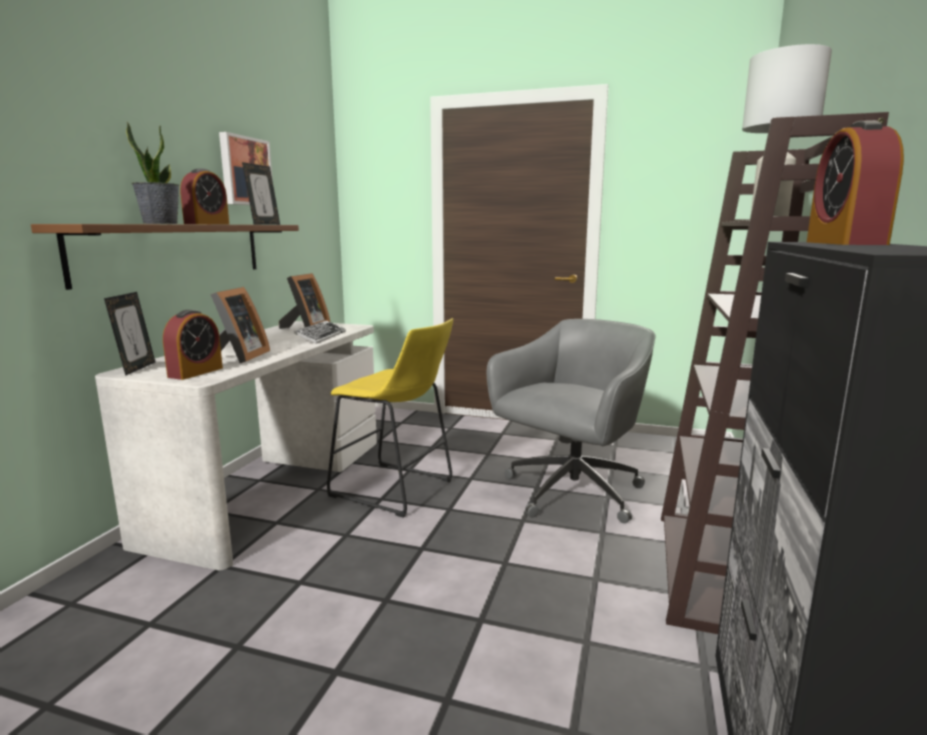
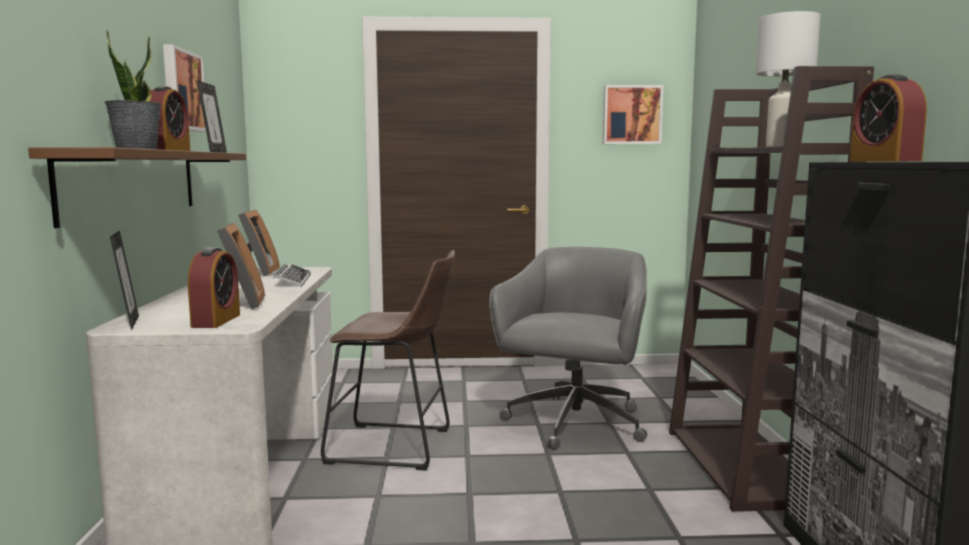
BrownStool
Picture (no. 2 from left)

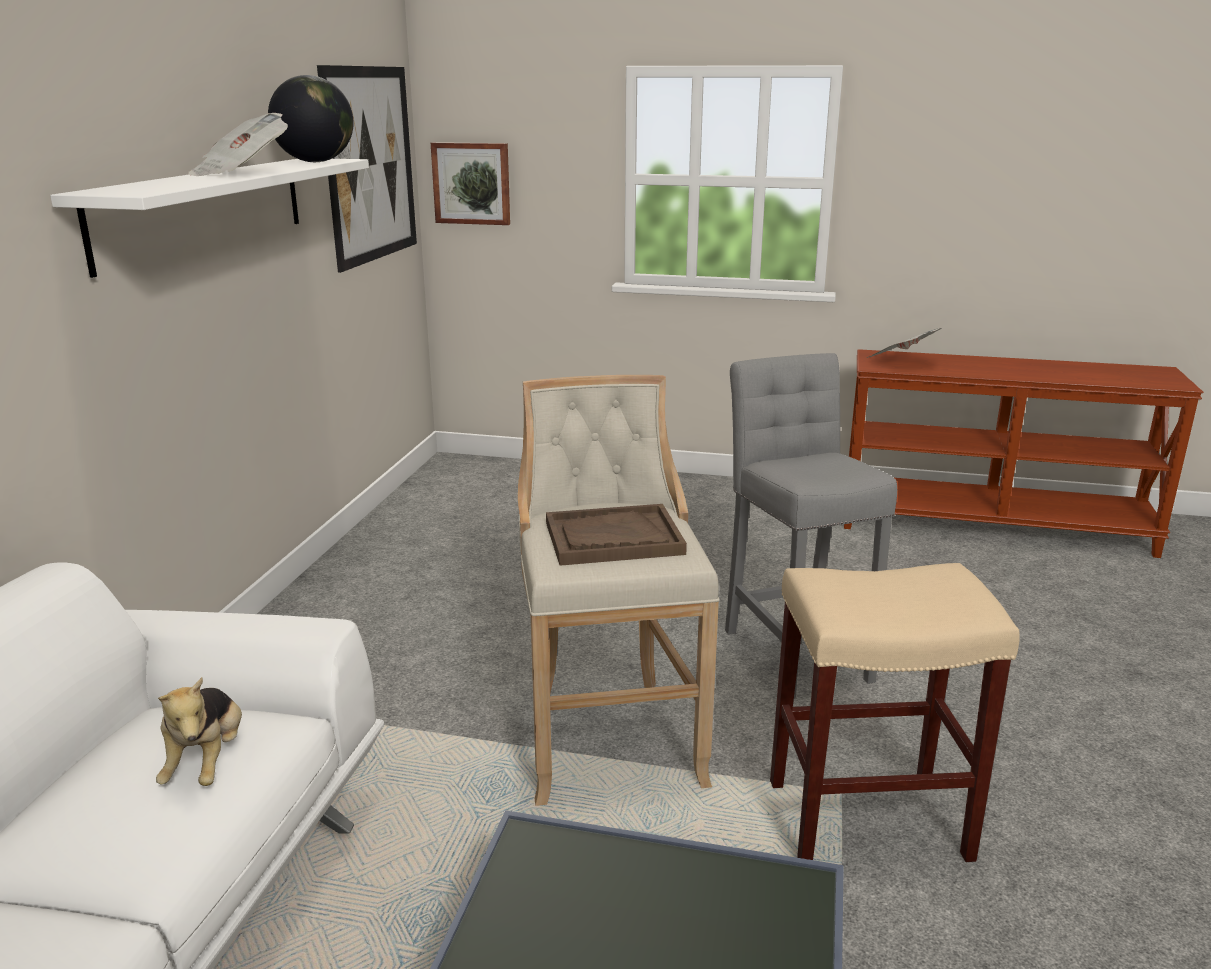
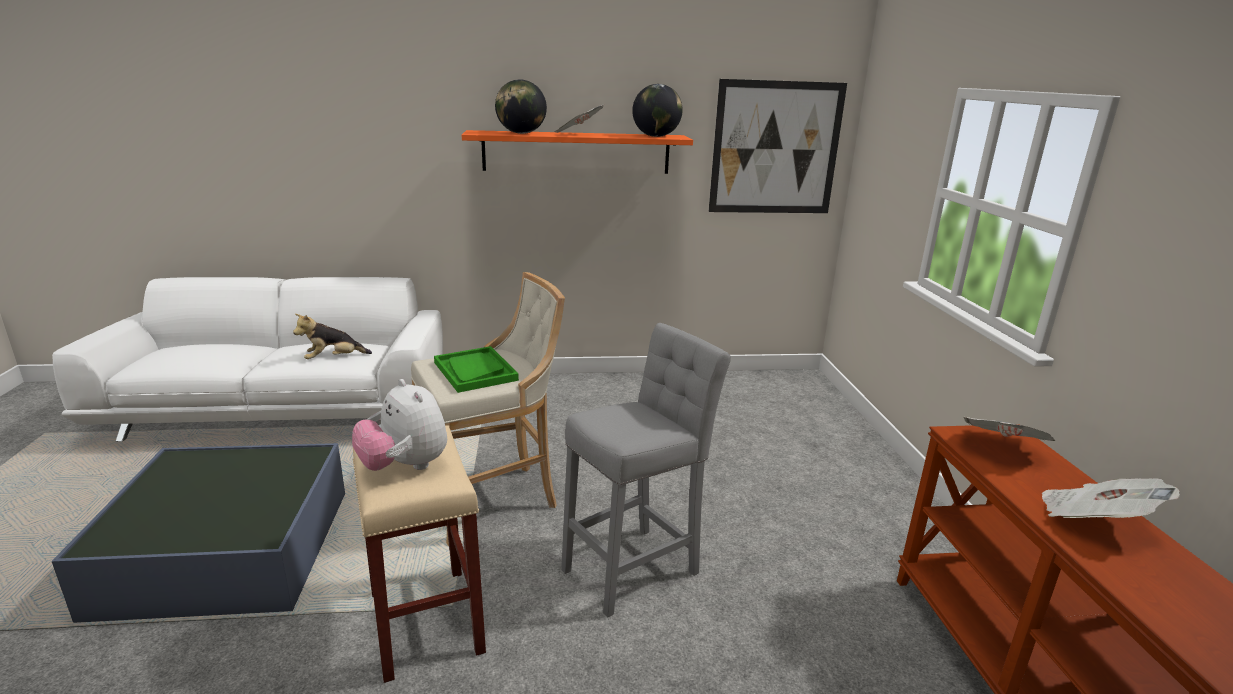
OrangeShelf
Picture (no. 2 from left in the first image)
GreenTray
PlushToy (no. 2 from left)
Globe (no. 1 from left)
Newspaper (no. 3 from left)

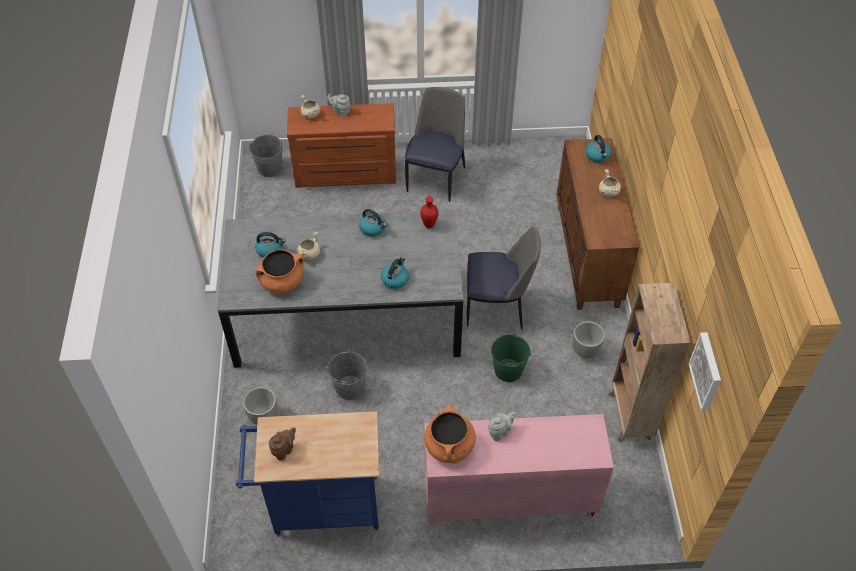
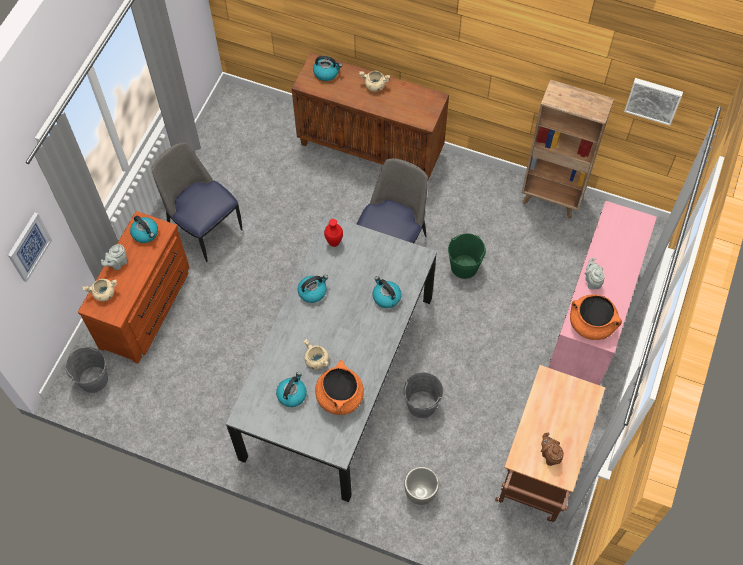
BrownCart
Planter (no. 2 from left in the first image)
Picture (no. 1 from left)
Kettle (no. 1 from left)

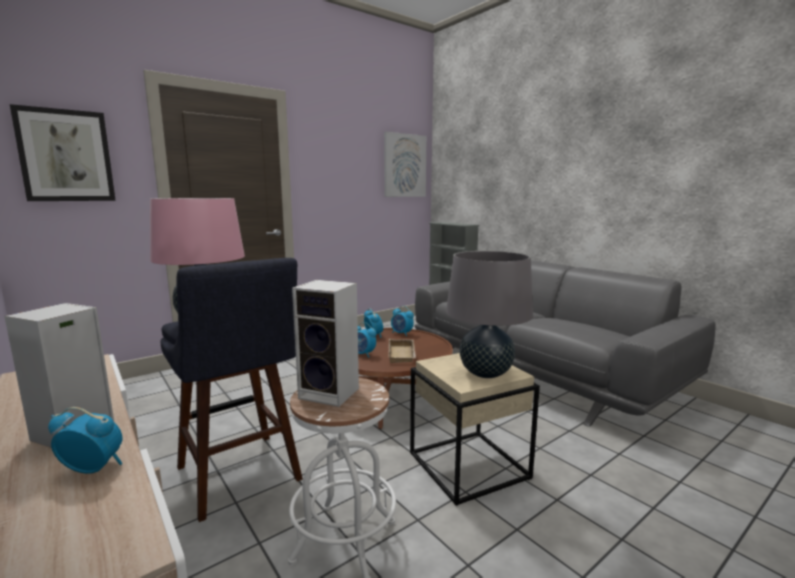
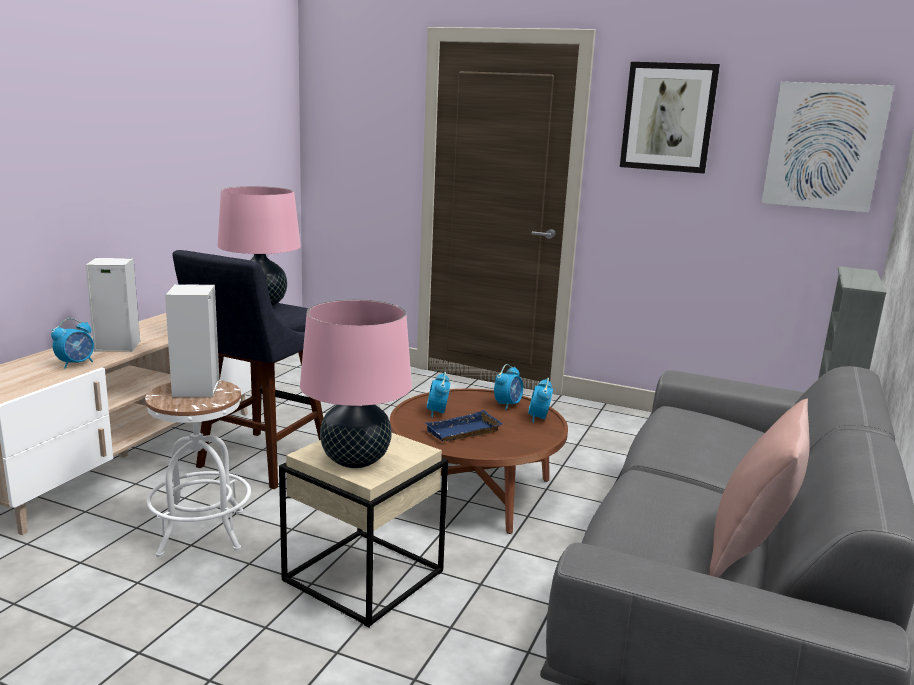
Picture (no. 1 from left)
AlarmClock (no. 1 from left)
BlueTray
PinkTableLamp (no. 2 from left)
PinkPillow

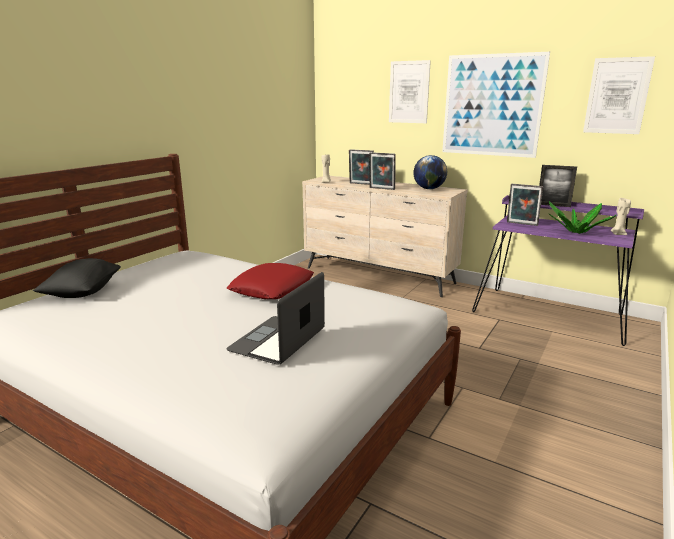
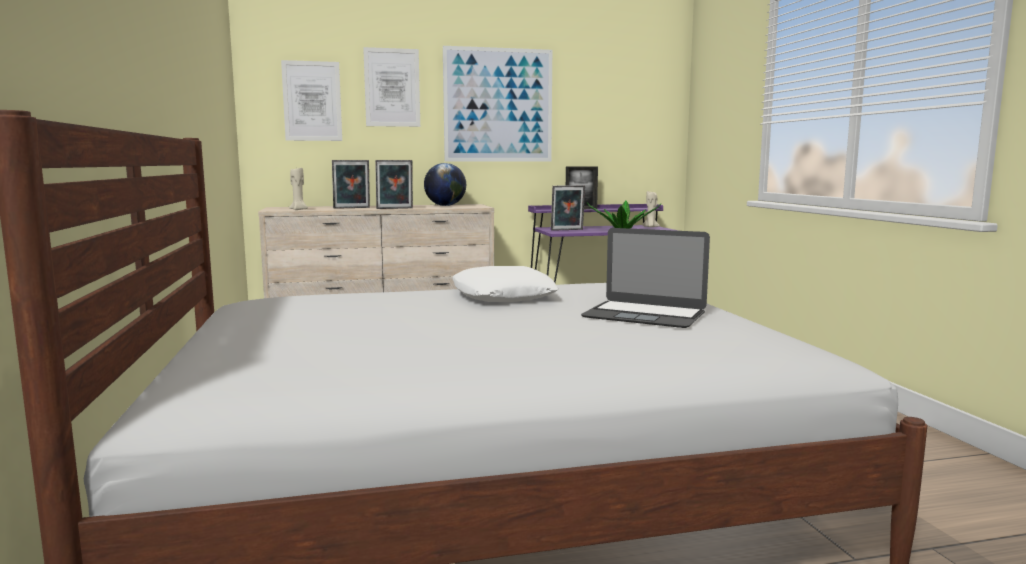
BlackPillow
Laptop
WhitePillow
Picture (no. 1 from left)

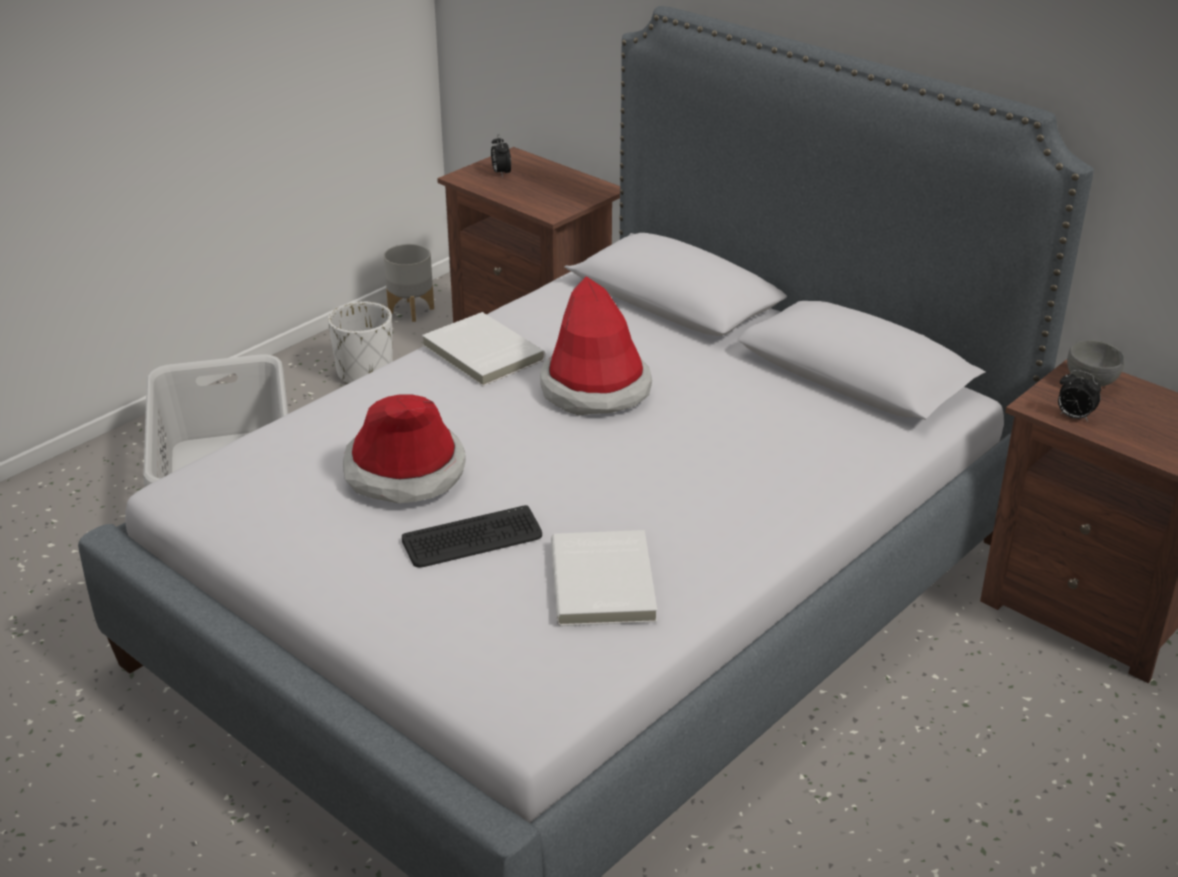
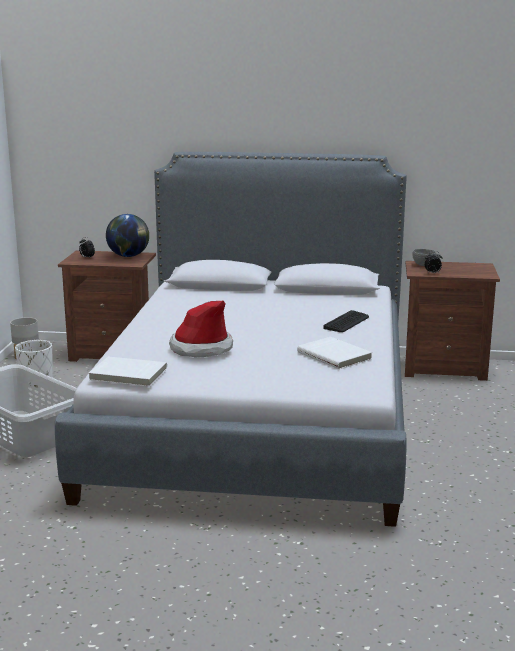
Keyboard
WhiteBook (no. 1 from left)
Hat (no. 2 from left in the first image)
Globe

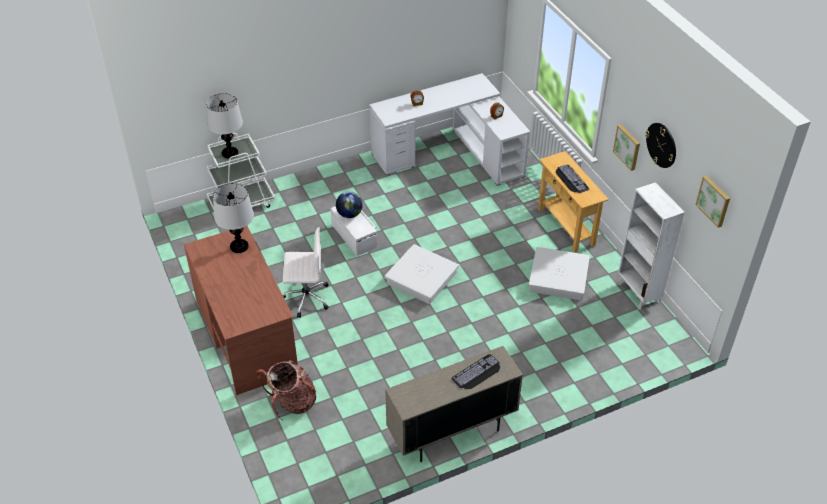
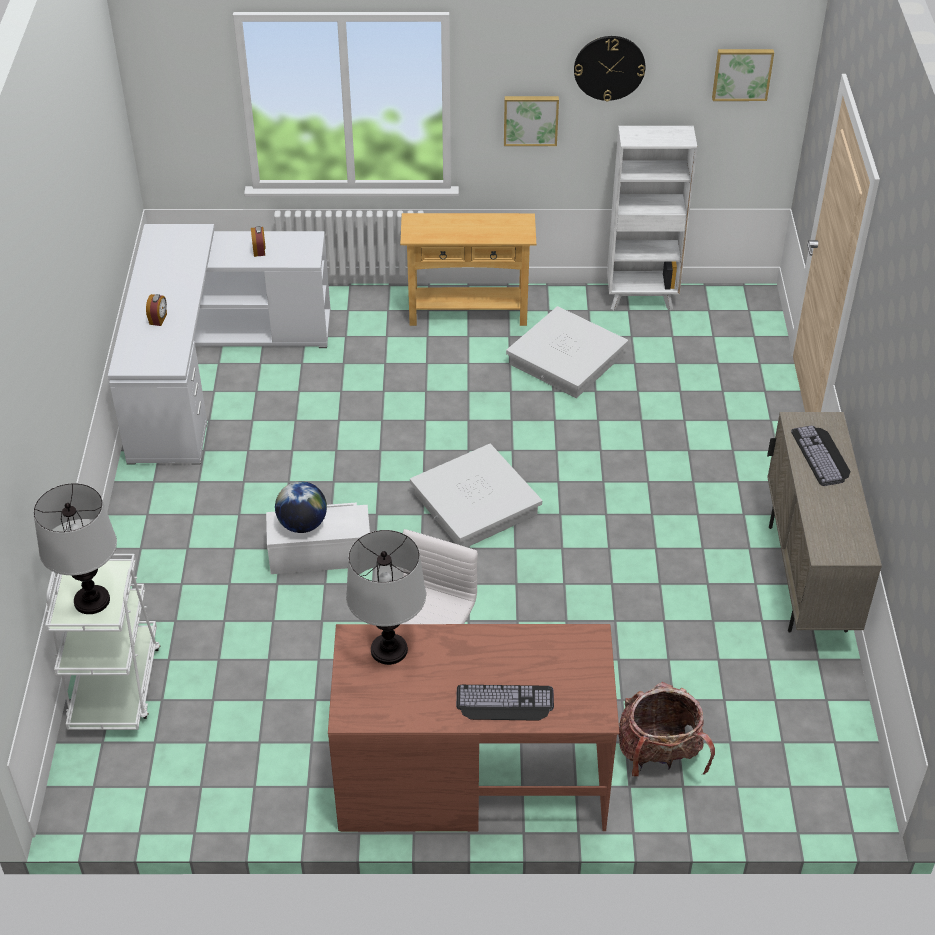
Keyboard (no. 1 from left)

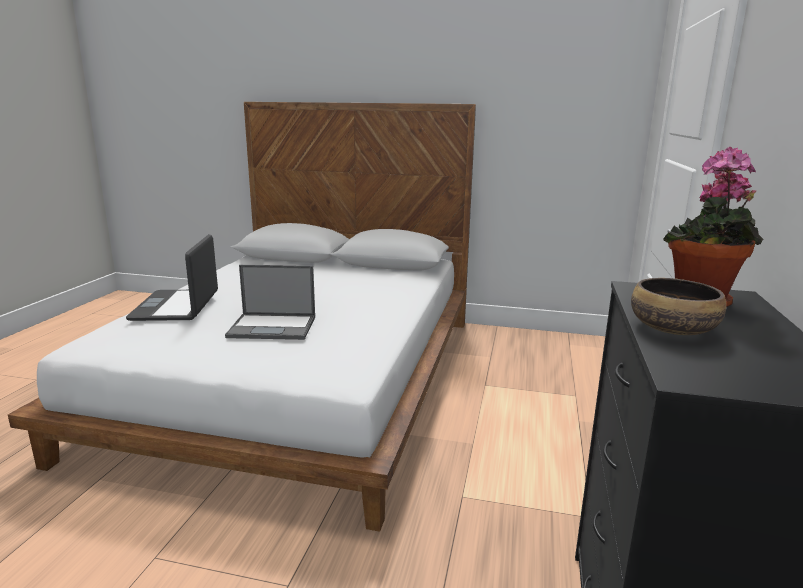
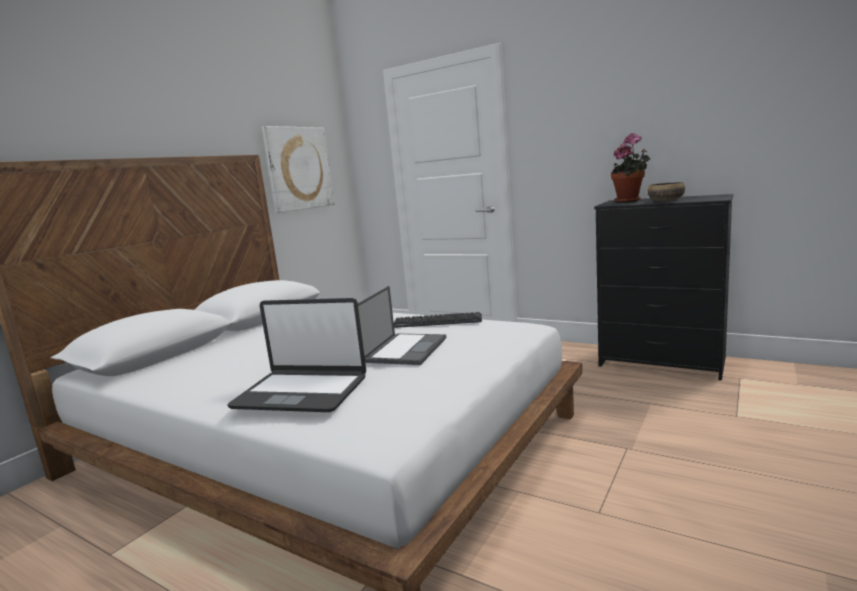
Picture
Keyboard

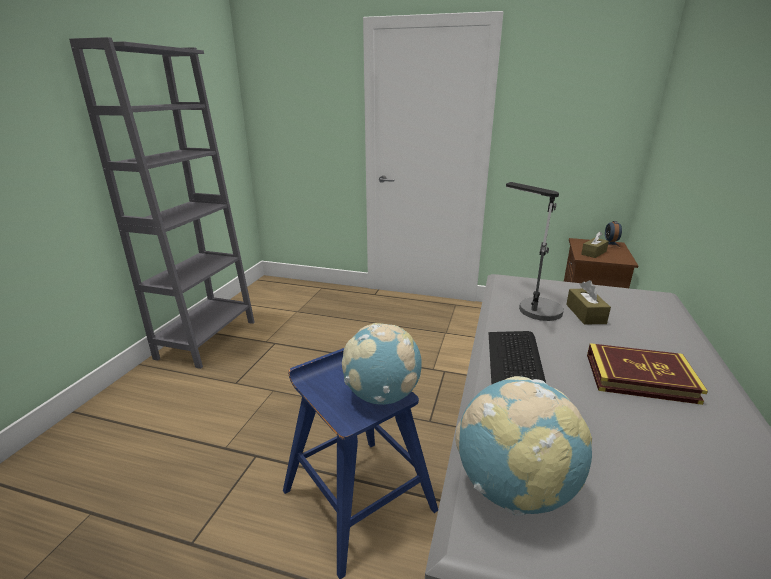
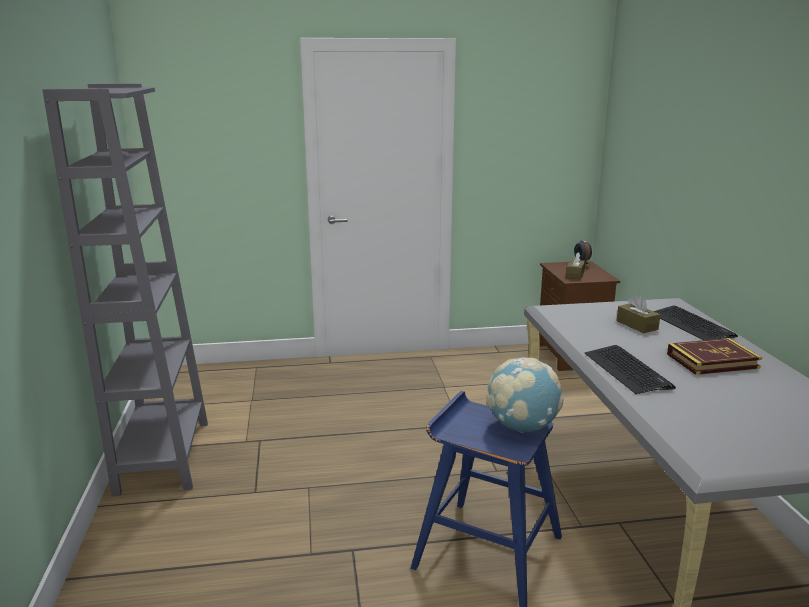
Globe (no. 2 from left in the first image)
TableLamp
Keyboard (no. 2 from left)

